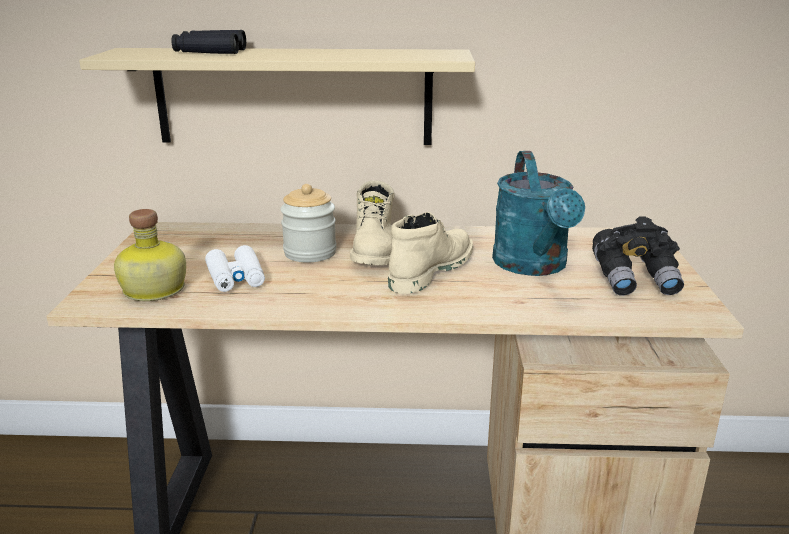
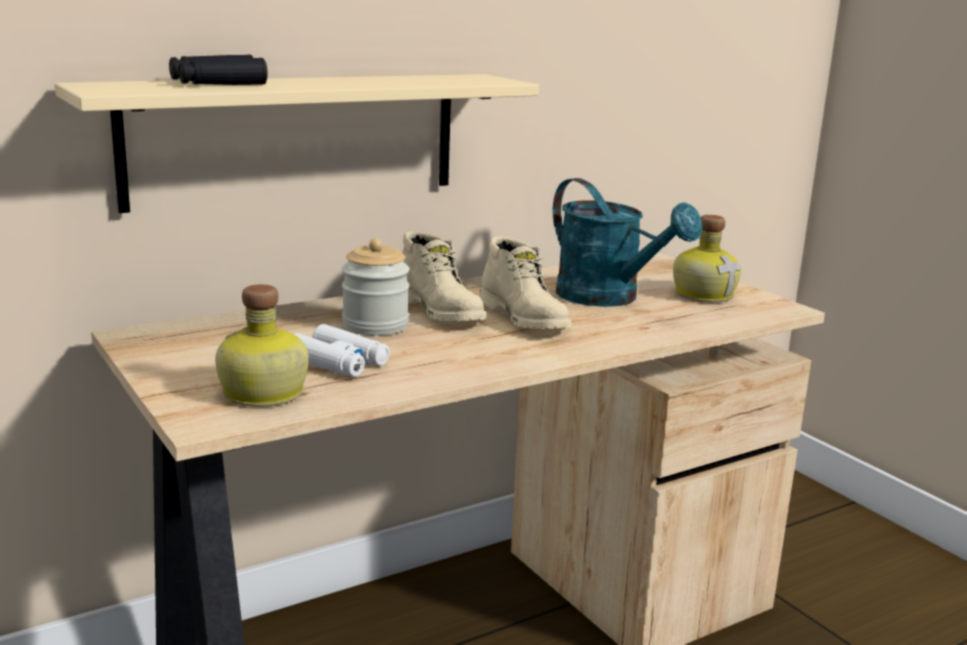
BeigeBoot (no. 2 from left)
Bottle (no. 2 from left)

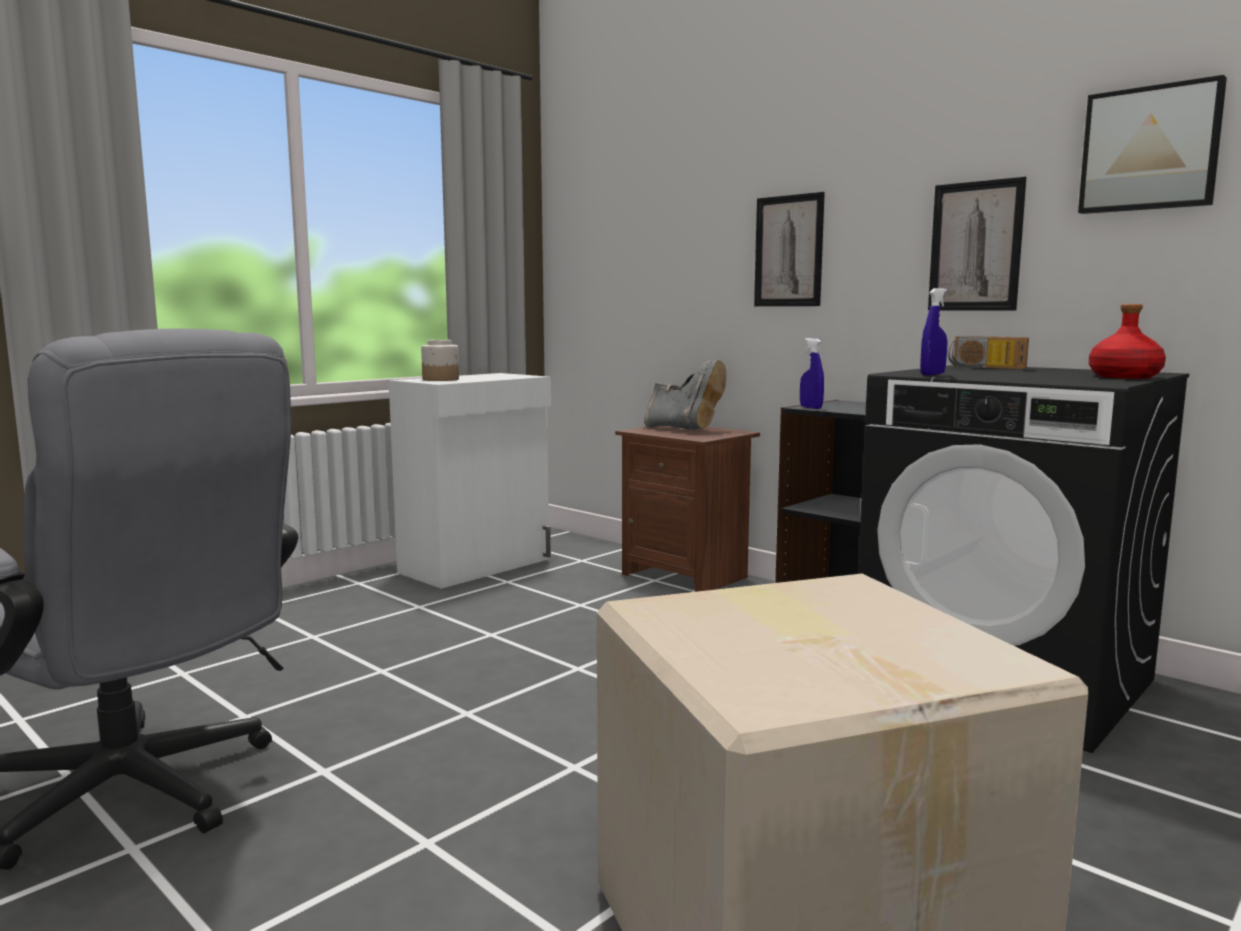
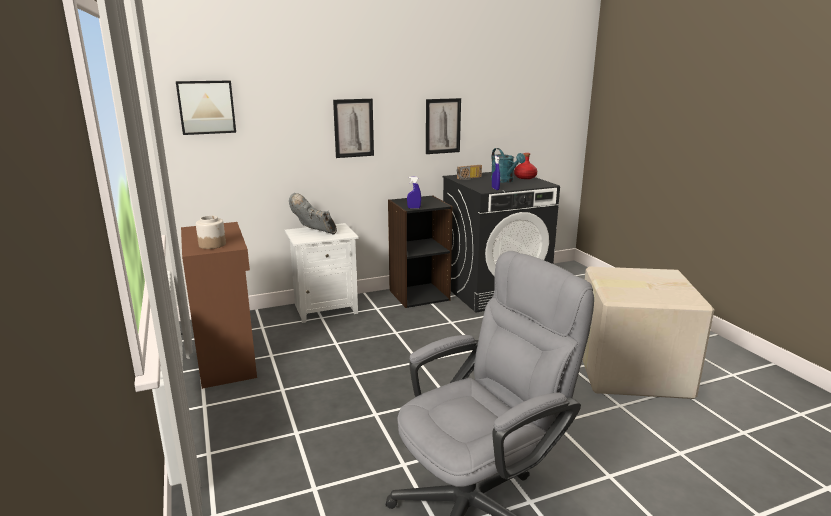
BrownCabinet
WhiteNightstand
GreyBoot
Picture (no. 1 from left)
TurquoiseWateringCan

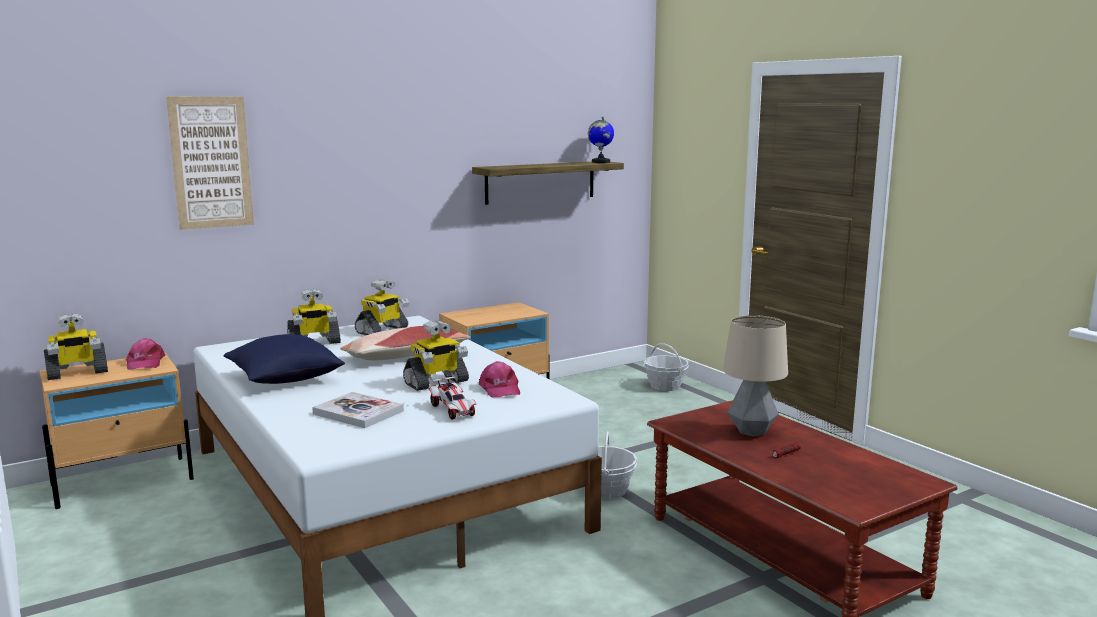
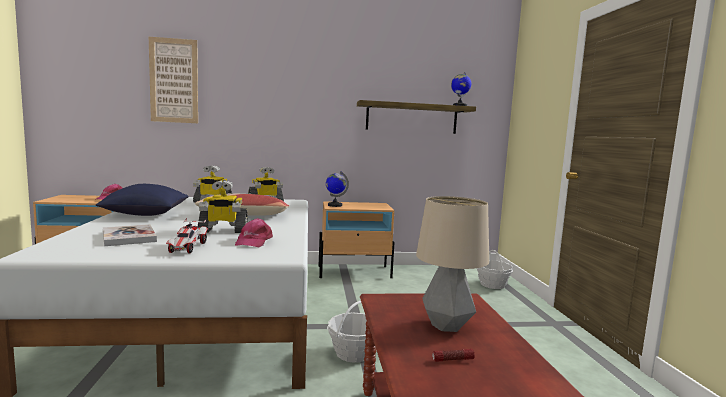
ToyRobot (no. 1 from left in the first image)
Globe (no. 1 from left)

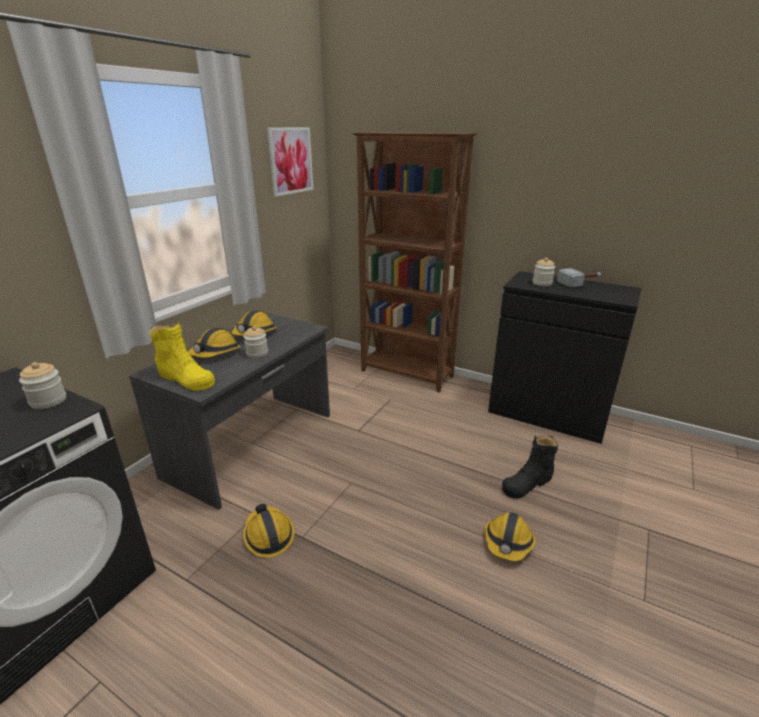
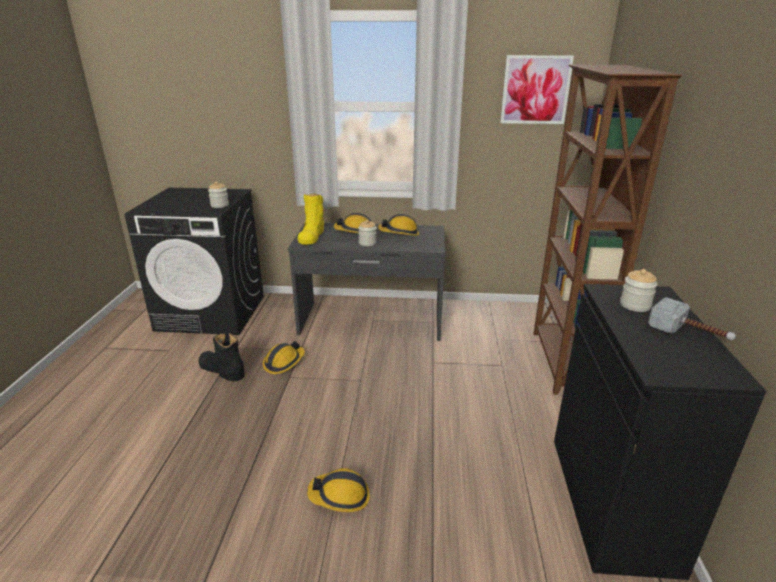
BlackBoot

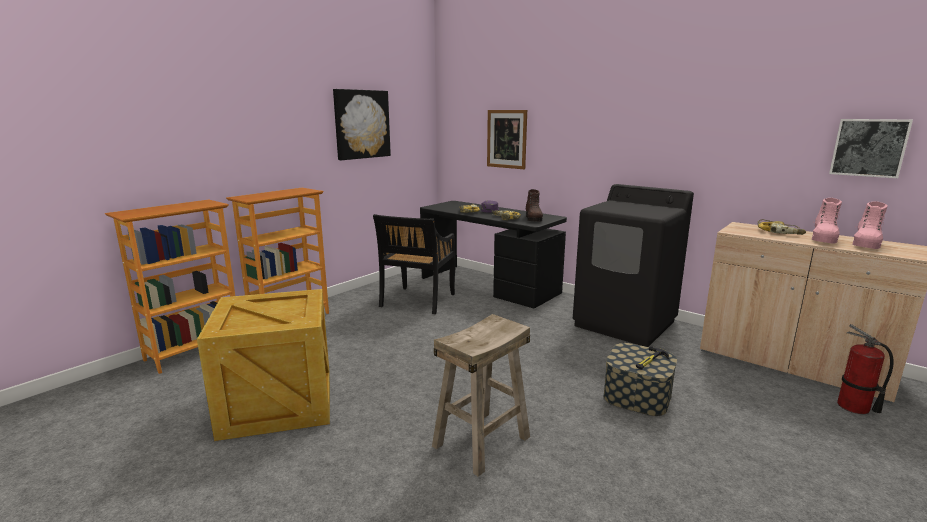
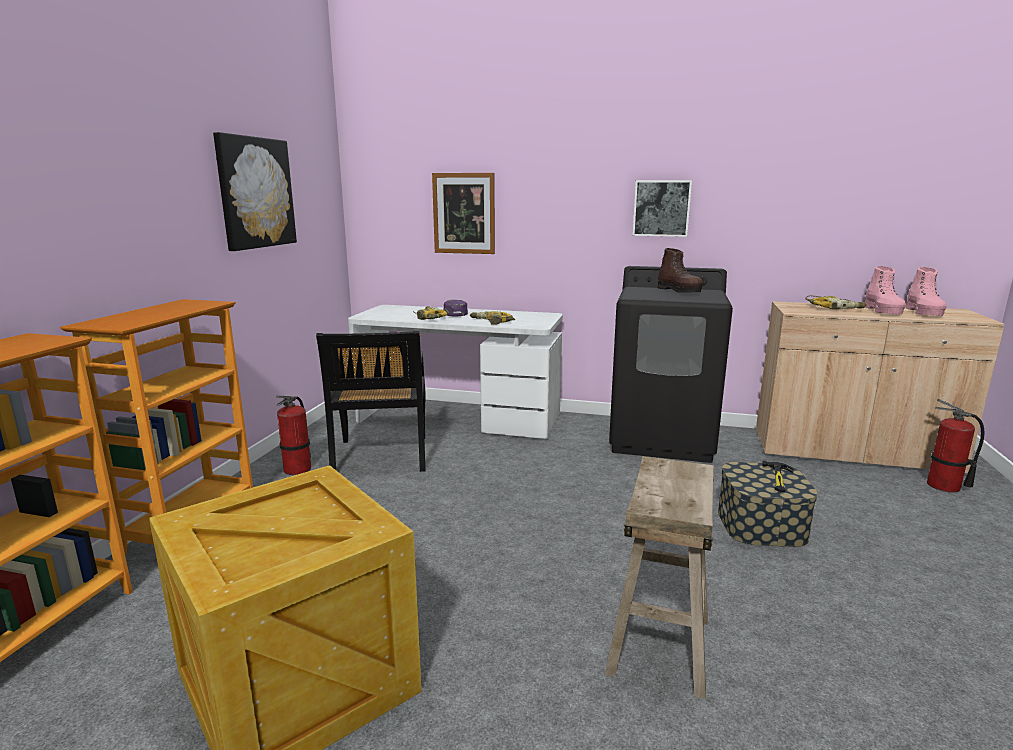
WhiteDesk
BrownBoot
Picture (no. 3 from left)
FireExtinguisher (no. 1 from left)

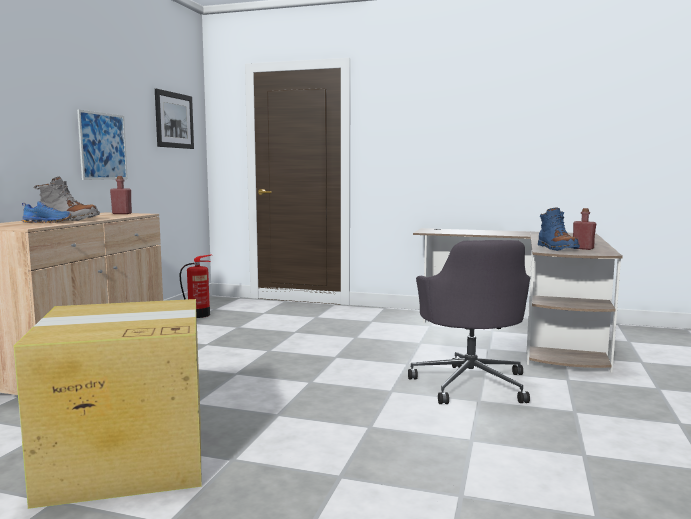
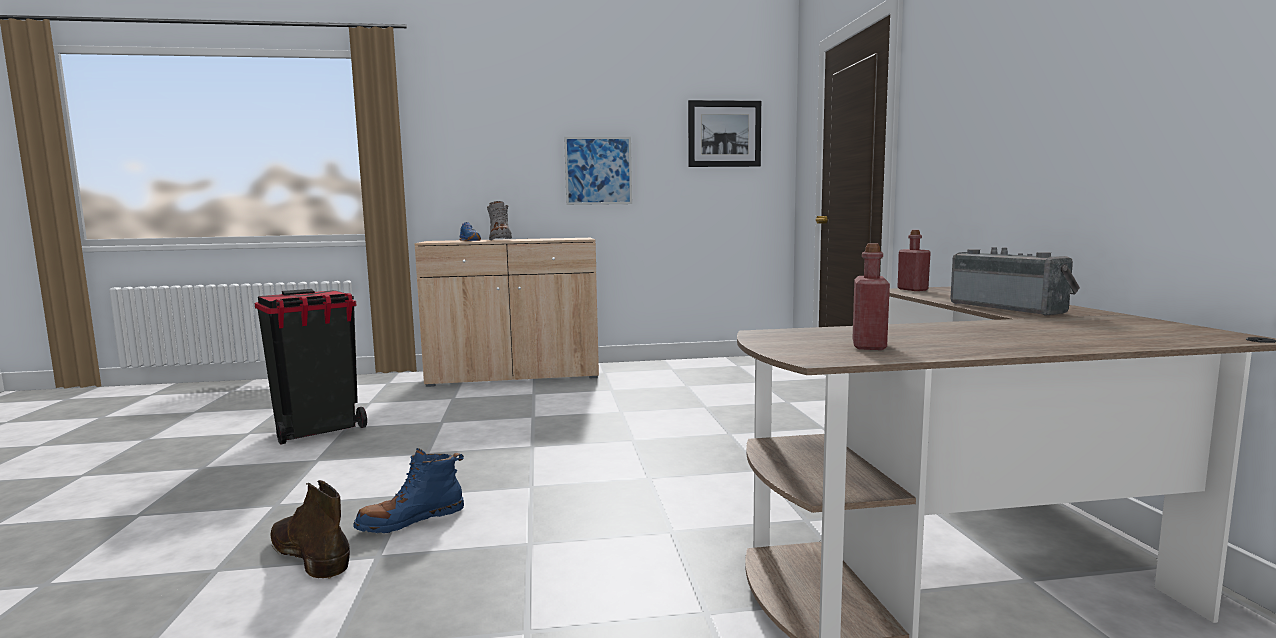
BlackTrashCan
RedBottle (no. 2 from left)
FireExtinguisher
GreyOfficeChair
BlueBoot
BrownBoot
Radio

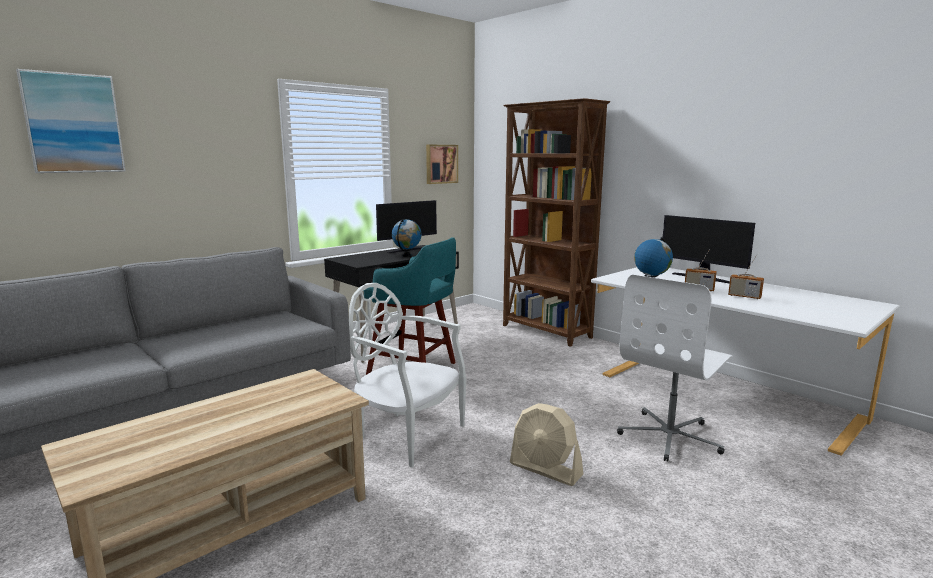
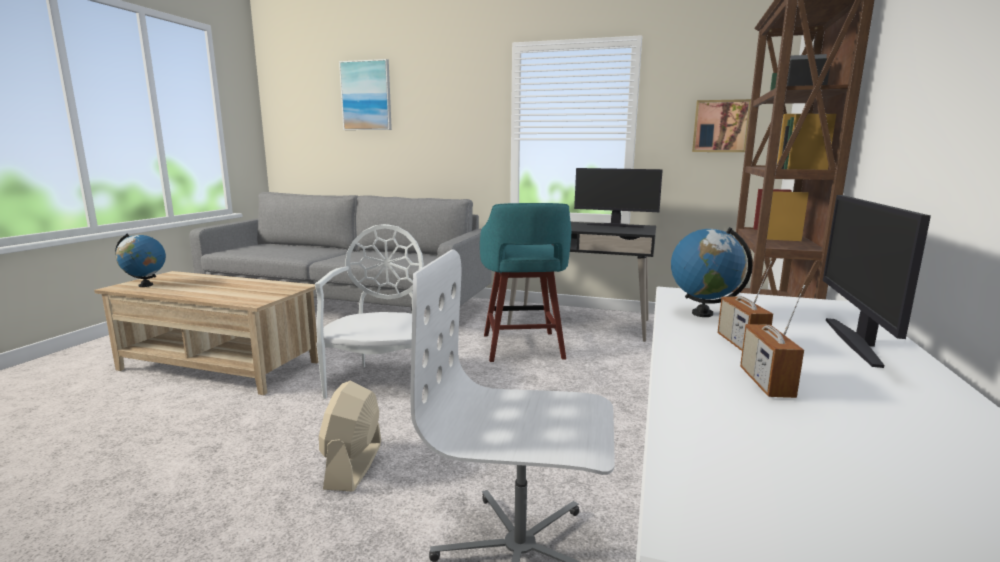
Globe (no. 1 from left)

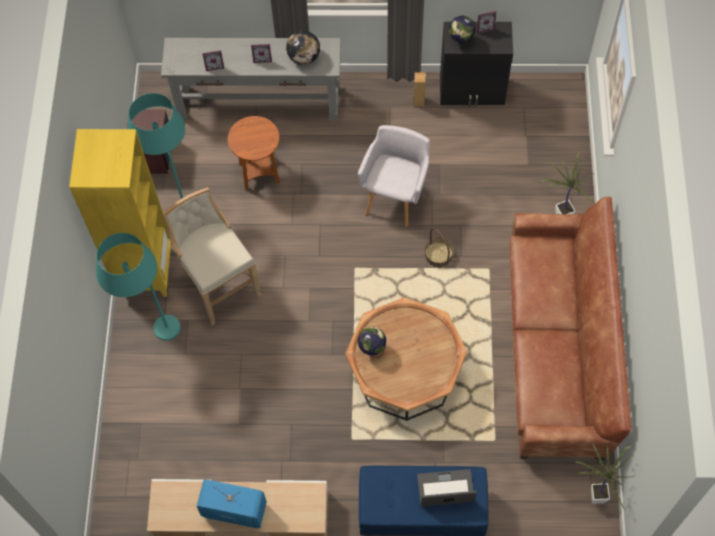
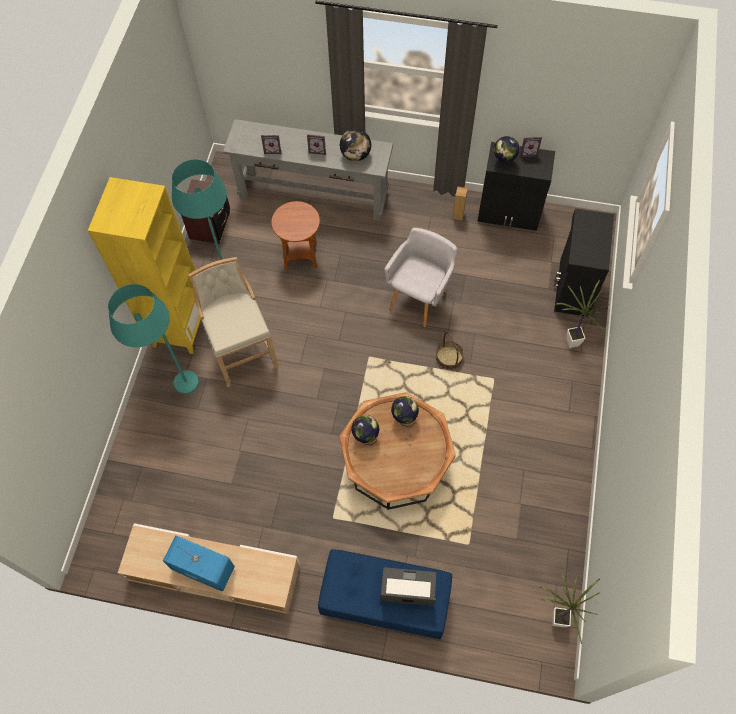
BrownSofa
Globe (no. 3 from left)
BlackCabinet (no. 2 from left)

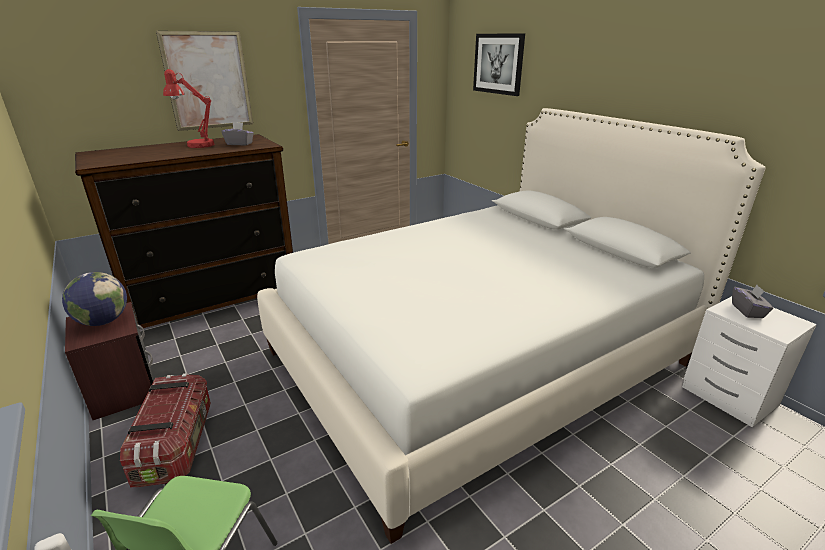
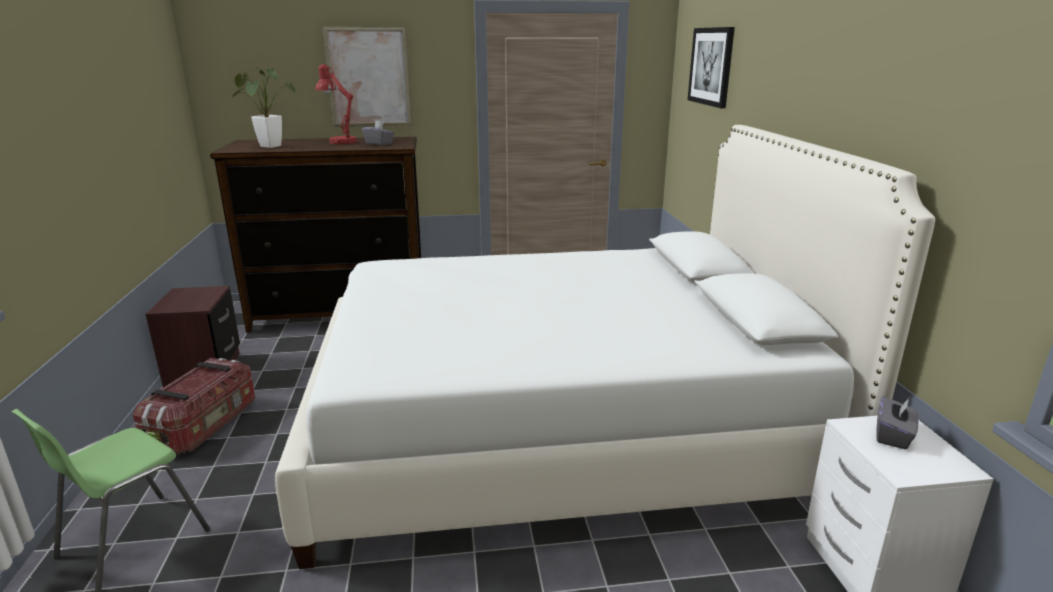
Globe
PottedPlant

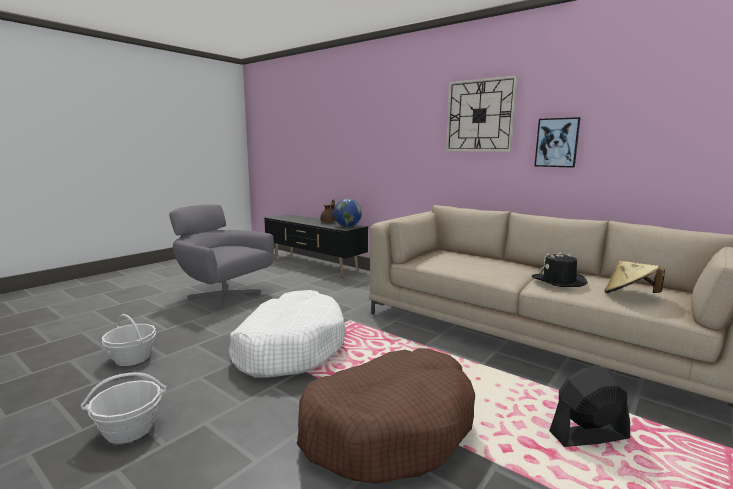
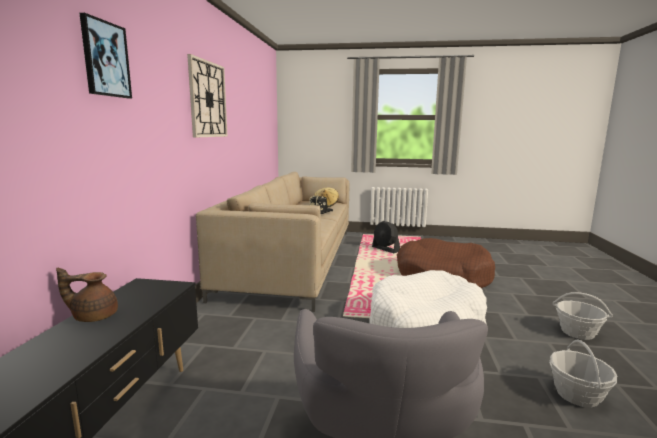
Globe
Picture

